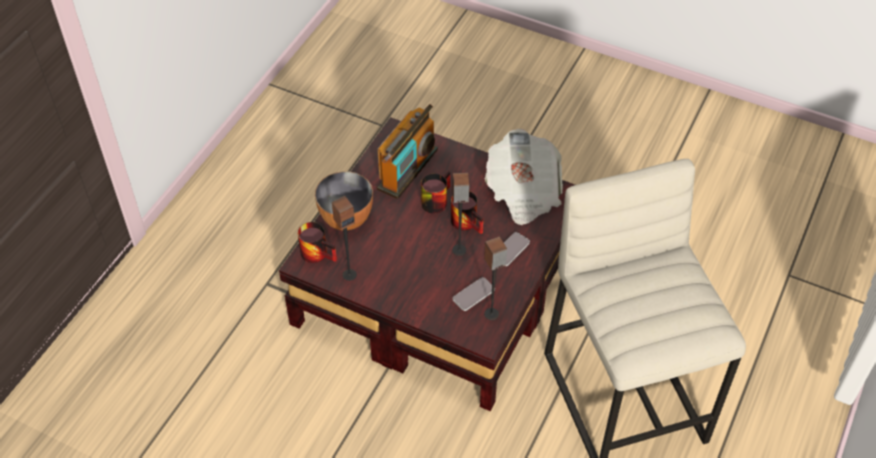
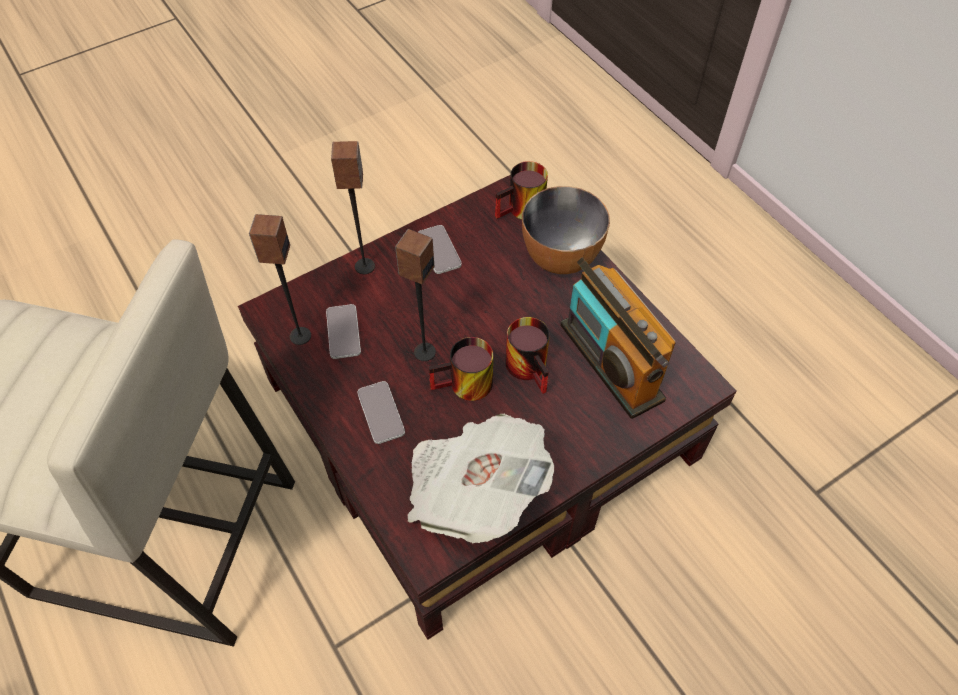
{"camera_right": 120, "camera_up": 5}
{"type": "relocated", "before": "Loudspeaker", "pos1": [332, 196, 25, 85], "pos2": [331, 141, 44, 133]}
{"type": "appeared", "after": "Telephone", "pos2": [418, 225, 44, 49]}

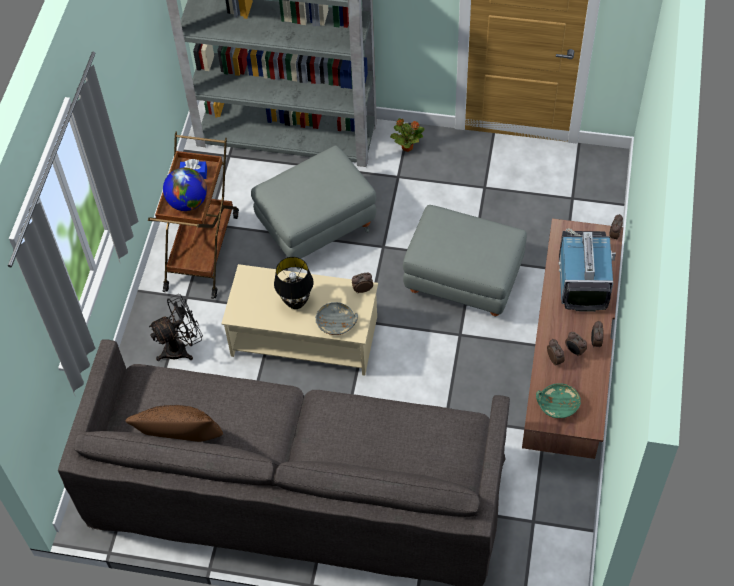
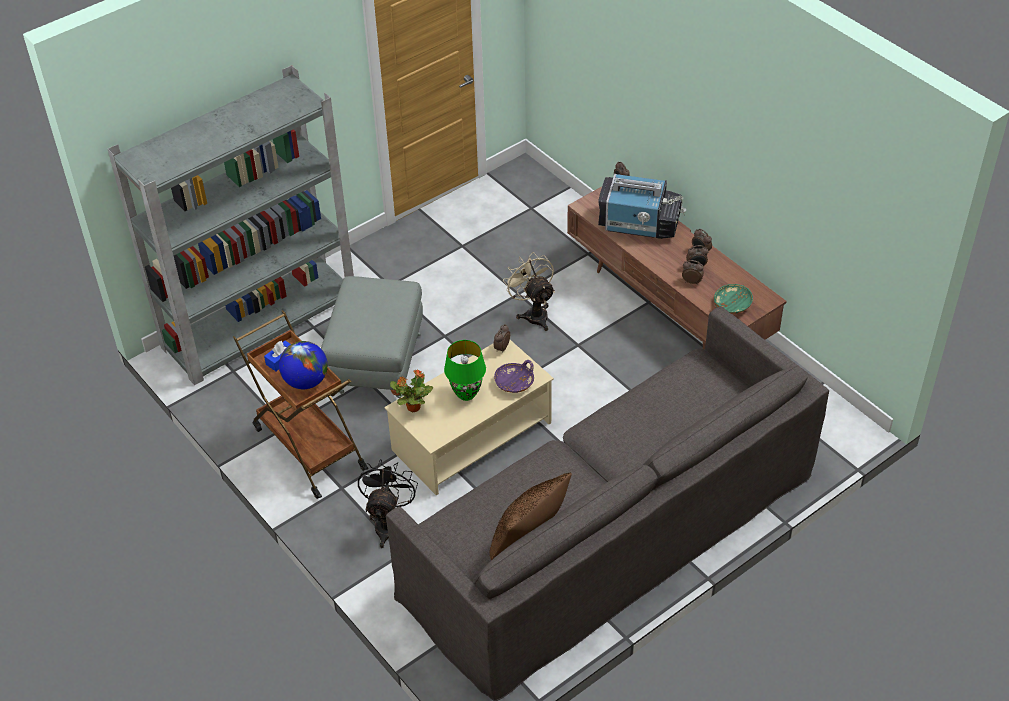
{"camera_right": -50, "camera_up": -10}
{"type": "colour", "before": "BlackTableLamp", "after": "GreenTableLamp", "pos1": [274, 257, 39, 52], "pos2": [444, 340, 42, 61]}
{"type": "colour", "before": "GreyServingBowl", "after": "PurplishServingBowl", "pos1": [315, 302, 43, 33], "pos2": [494, 360, 40, 33]}
{"type": "relocated", "before": "PlantInAPot", "pos1": [390, 118, 35, 34], "pos2": [390, 370, 43, 42]}
{"type": "exchanged", "before": "GreyPouffe", "after": "BeigeColouredFan", "pos1": [403, 205, 124, 112], "pos2": [503, 252, 52, 79]}
{"type": "spun", "before": "TvSet", "pos1": [559, 228, 57, 84], "pos2": [598, 174, 88, 65], "turn": 150}

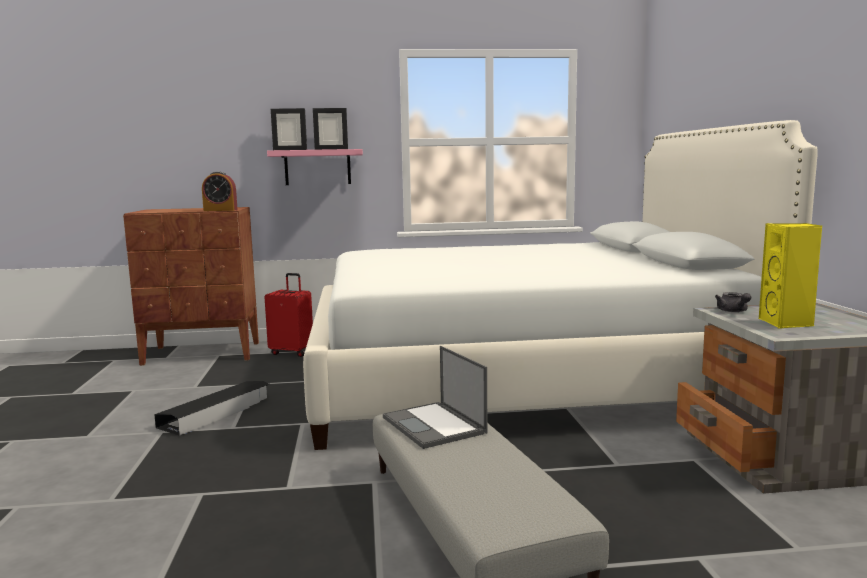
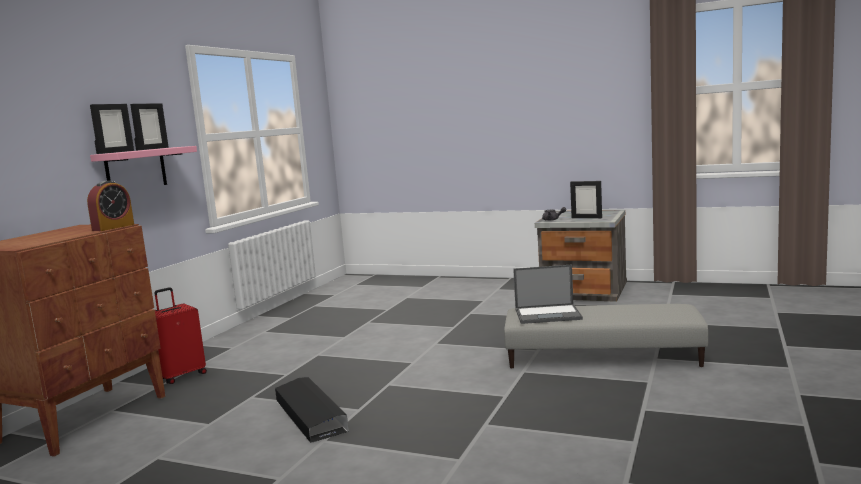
{"camera_right": -60, "camera_up": 0}
{"type": "missing", "before": "WhiteSleepingBed", "pos1": [303, 120, 515, 330]}
{"type": "exchanged", "before": "YellowColouredLoudspeaker", "after": "PhotoFrame", "pos1": [759, 223, 63, 106], "pos2": [570, 181, 32, 37]}

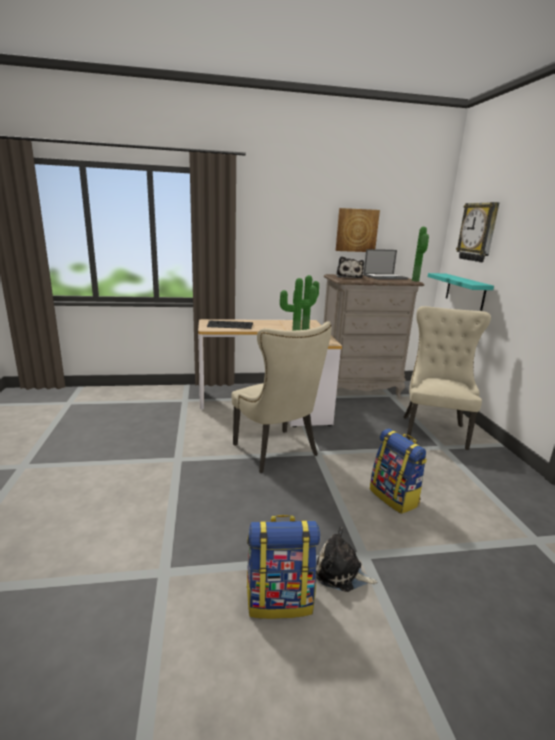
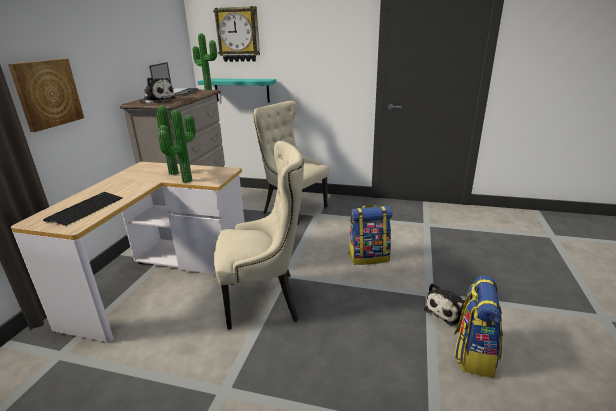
{"camera_right": -65, "camera_up": 5}
{"type": "relocated", "before": "WallArt", "pos1": [336, 208, 44, 44], "pos2": [8, 59, 76, 73]}

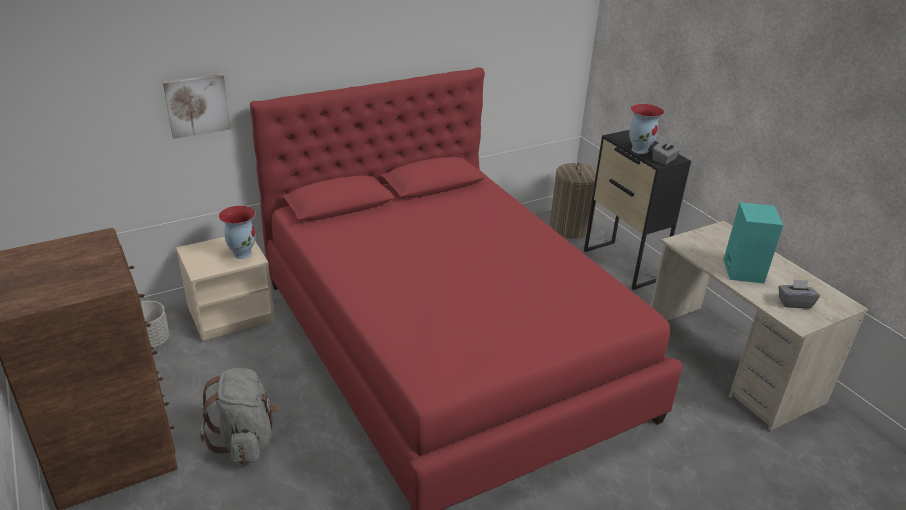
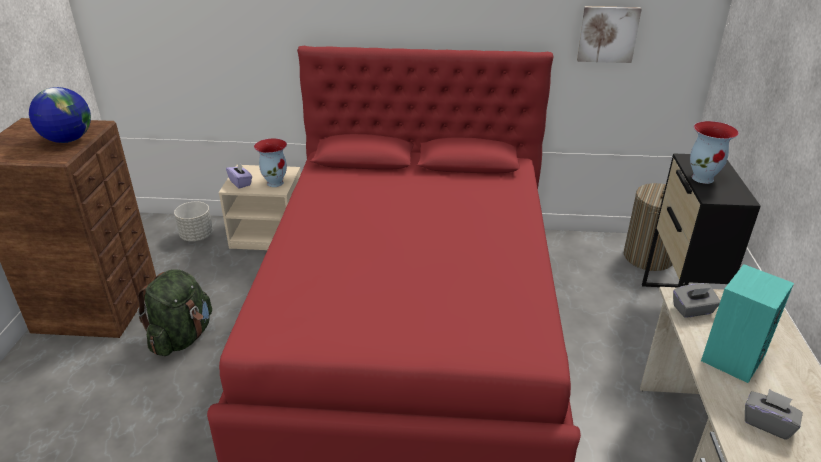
{"camera_right": 35, "camera_up": 0}
{"type": "relocated", "before": "WallArt", "pos1": [163, 74, 68, 65], "pos2": [577, 6, 65, 57]}
{"type": "colour", "before": "GreyBackpack", "after": "GreenBackpack", "pos1": [200, 368, 79, 97], "pos2": [137, 269, 75, 87]}
{"type": "relocated", "before": "GreyTissueBox", "pos1": [653, 140, 28, 25], "pos2": [673, 283, 47, 35]}
{"type": "appeared", "after": "DeskGlobe", "pos2": [29, 87, 62, 56]}
{"type": "appeared", "after": "PurplishTissueBox", "pos2": [226, 162, 26, 27]}

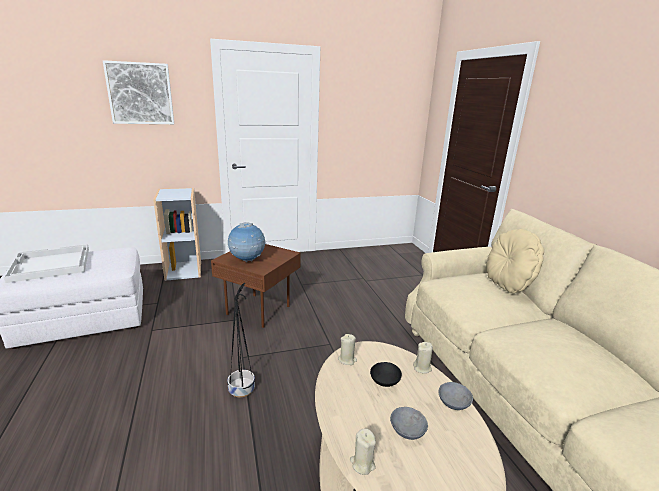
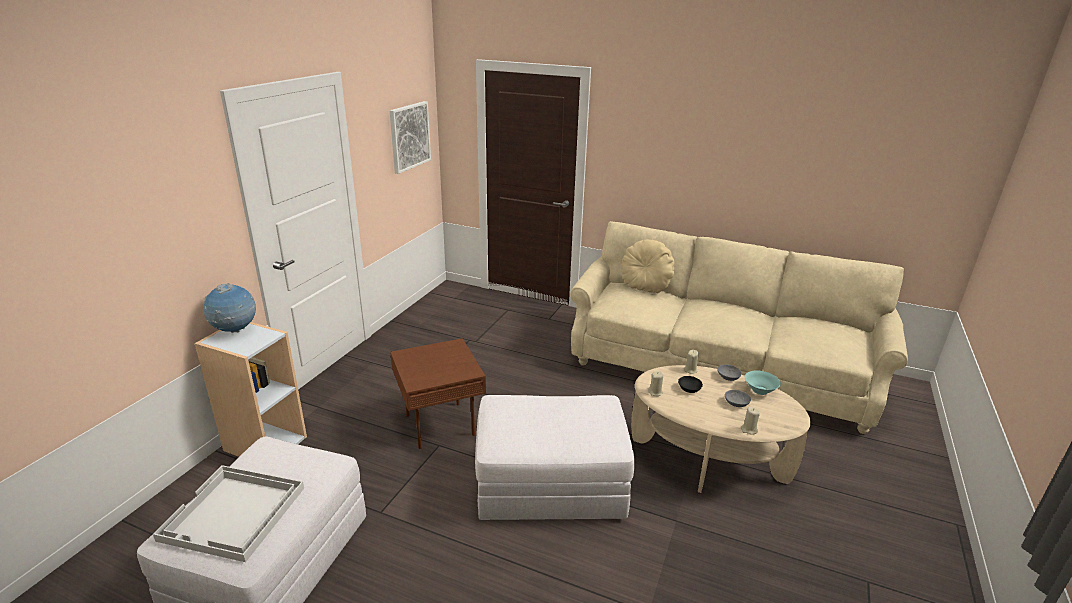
{"camera_right": -50, "camera_up": 5}
{"type": "relocated", "before": "WallArt", "pos1": [103, 60, 71, 64], "pos2": [390, 101, 41, 73]}
{"type": "exchanged", "before": "BlackPlanter", "after": "WhitePouffe", "pos1": [227, 282, 28, 115], "pos2": [475, 395, 160, 125]}
{"type": "relocated", "before": "DeskGlobe", "pos1": [228, 222, 38, 40], "pos2": [203, 283, 53, 50]}
{"type": "appeared", "after": "BlueGreenServingBowl", "pos2": [745, 370, 36, 25]}

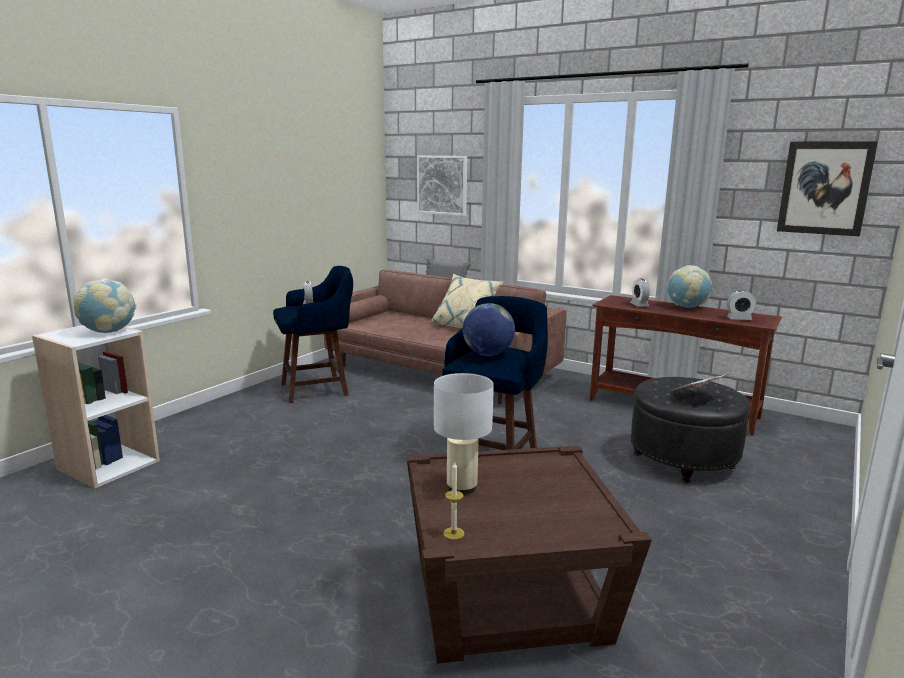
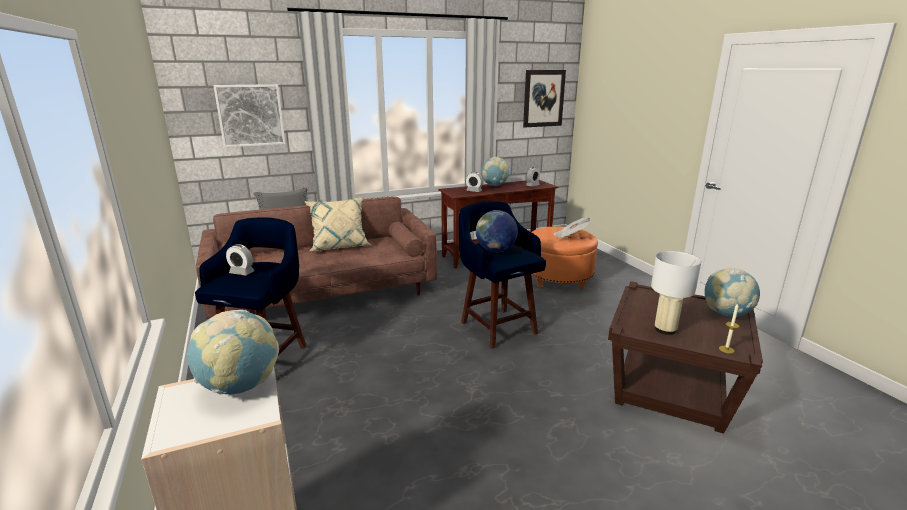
{"camera_right": -55, "camera_up": 5}
{"type": "colour", "before": "BlackPouffe", "after": "OrangeyPouffe", "pos1": [631, 377, 119, 106], "pos2": [531, 227, 67, 62]}
{"type": "appeared", "after": "DeskGlobe", "pos2": [704, 268, 56, 49]}

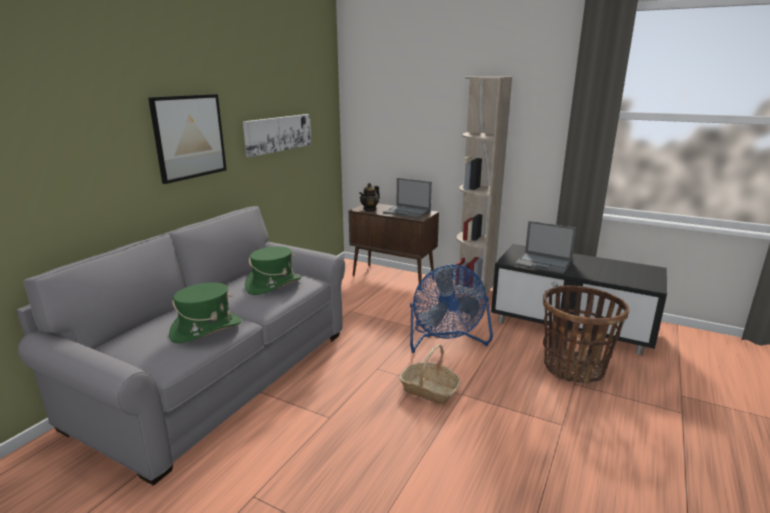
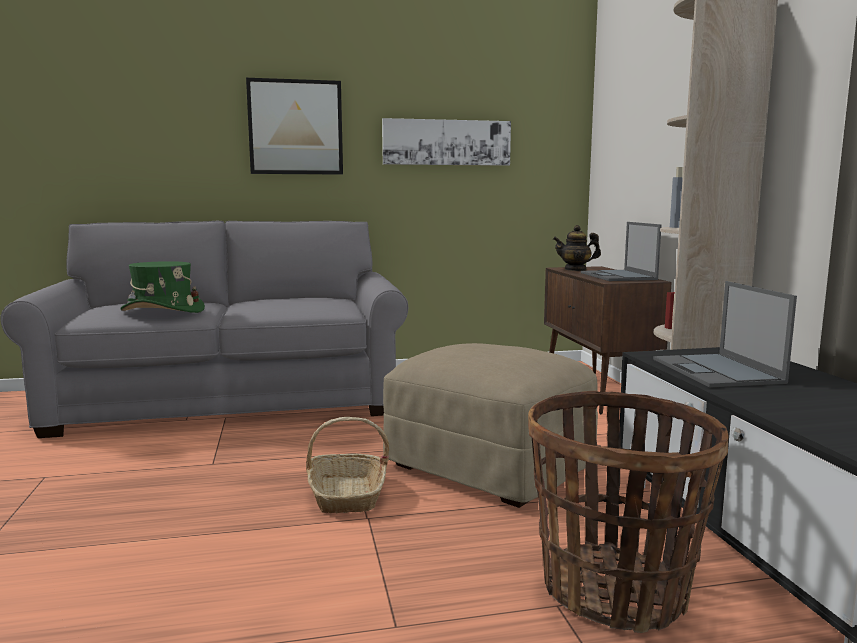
{"camera_right": 50, "camera_up": -10}
{"type": "missing", "before": "GreenClothingHat", "pos1": [245, 246, 56, 49]}
{"type": "exchanged", "before": "BlueColouredFan", "after": "BeigeColouredPouffe", "pos1": [410, 265, 83, 88], "pos2": [383, 343, 215, 165]}

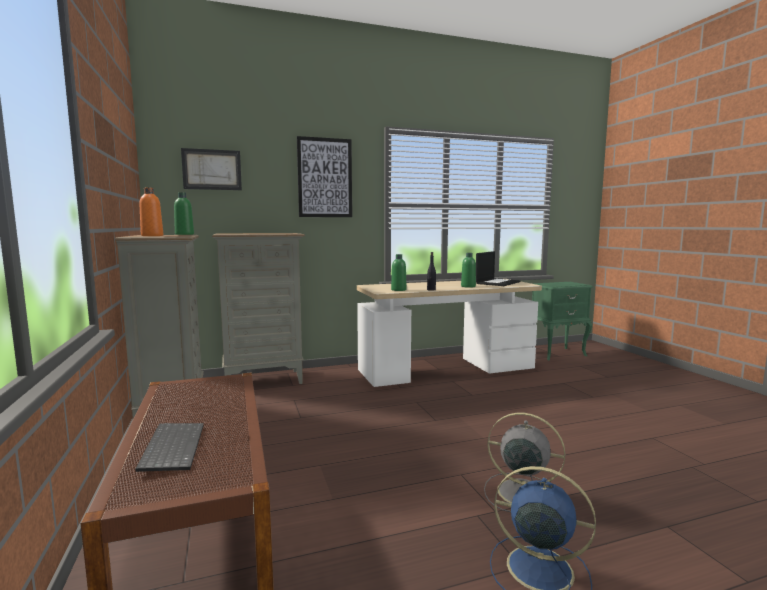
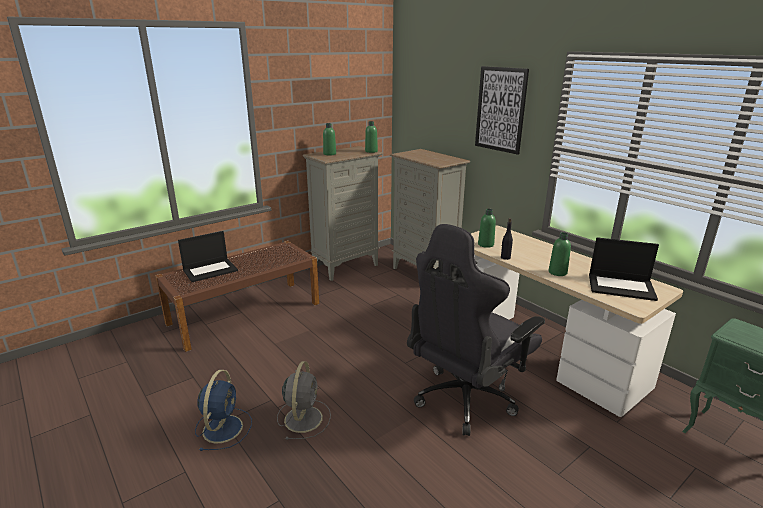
{"camera_right": 70, "camera_up": 15}
{"type": "exchanged", "before": "PcKeyboard", "after": "PortableComputer", "pos1": [135, 423, 69, 49], "pos2": [178, 231, 60, 51]}
{"type": "colour", "before": "OrangeyBottle", "after": "GreenBottle", "pos1": [139, 187, 24, 49], "pos2": [323, 123, 13, 33]}
{"type": "missing", "before": "WallArt", "pos1": [181, 148, 61, 42]}
{"type": "appeared", "after": "BlackOfficeChair", "pos2": [407, 224, 138, 212]}

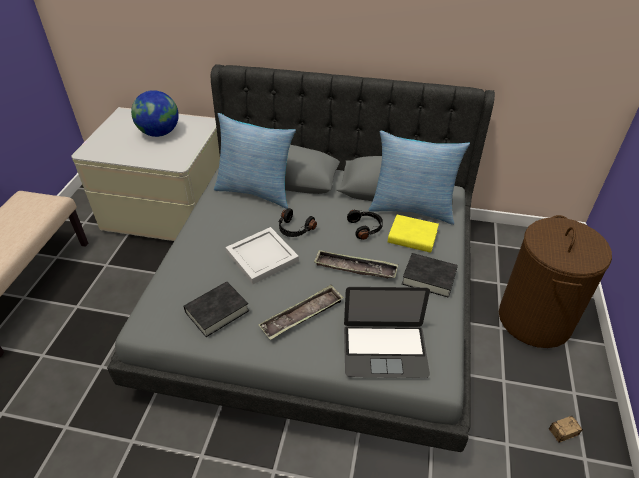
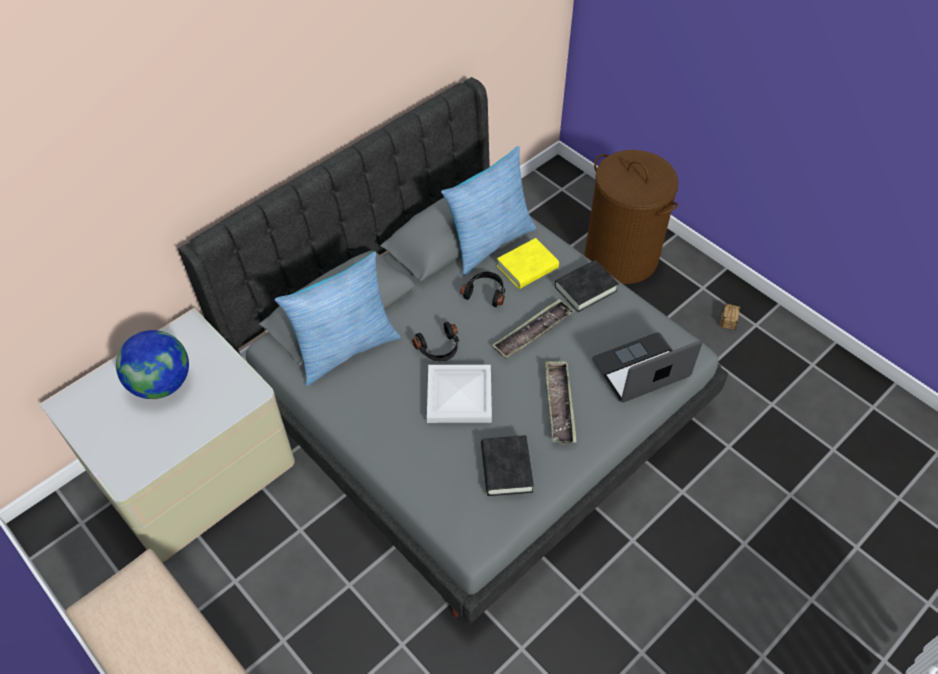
{"camera_right": -55, "camera_up": 10}
{"type": "spun", "before": "PortableComputer", "pos1": [344, 287, 86, 91], "pos2": [592, 332, 111, 70], "turn": -150}

